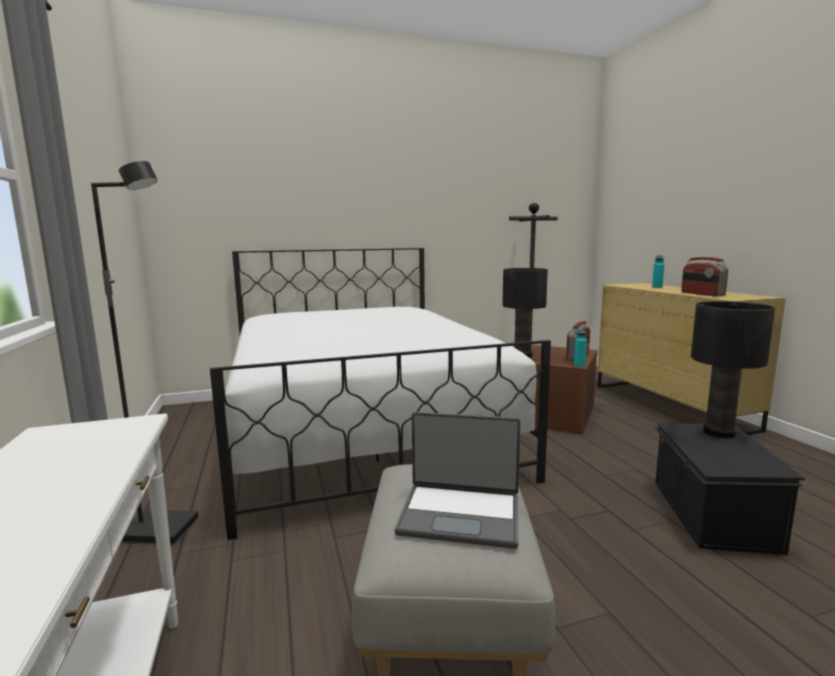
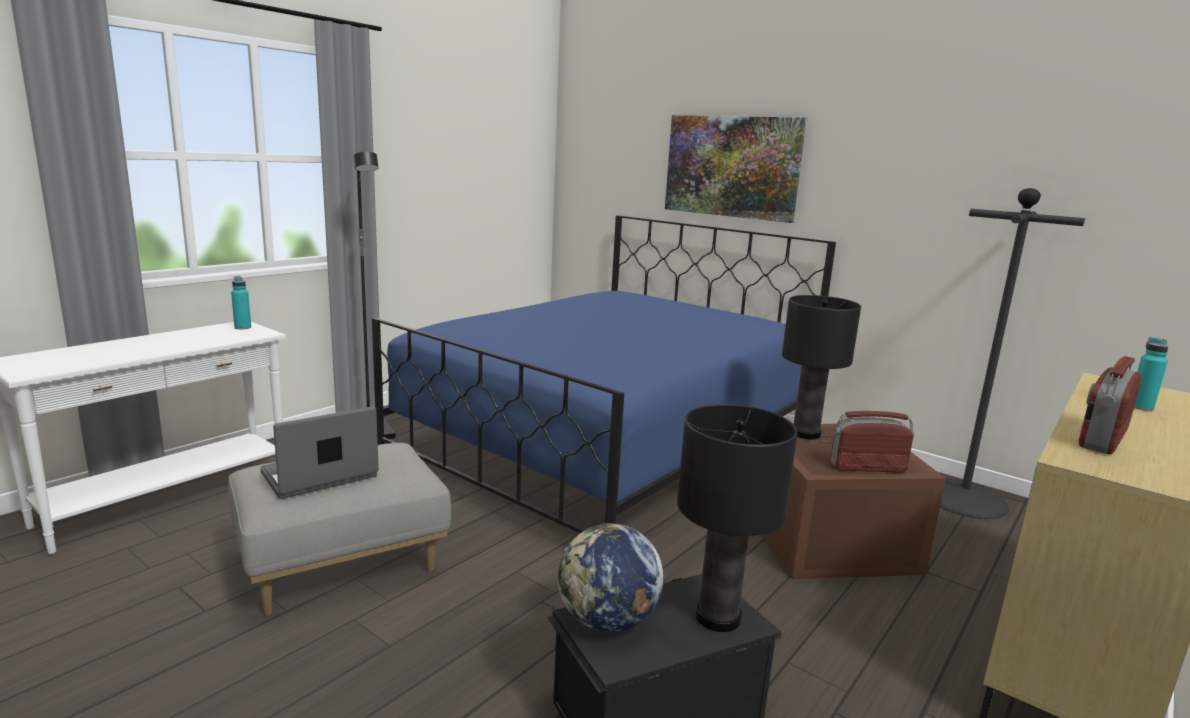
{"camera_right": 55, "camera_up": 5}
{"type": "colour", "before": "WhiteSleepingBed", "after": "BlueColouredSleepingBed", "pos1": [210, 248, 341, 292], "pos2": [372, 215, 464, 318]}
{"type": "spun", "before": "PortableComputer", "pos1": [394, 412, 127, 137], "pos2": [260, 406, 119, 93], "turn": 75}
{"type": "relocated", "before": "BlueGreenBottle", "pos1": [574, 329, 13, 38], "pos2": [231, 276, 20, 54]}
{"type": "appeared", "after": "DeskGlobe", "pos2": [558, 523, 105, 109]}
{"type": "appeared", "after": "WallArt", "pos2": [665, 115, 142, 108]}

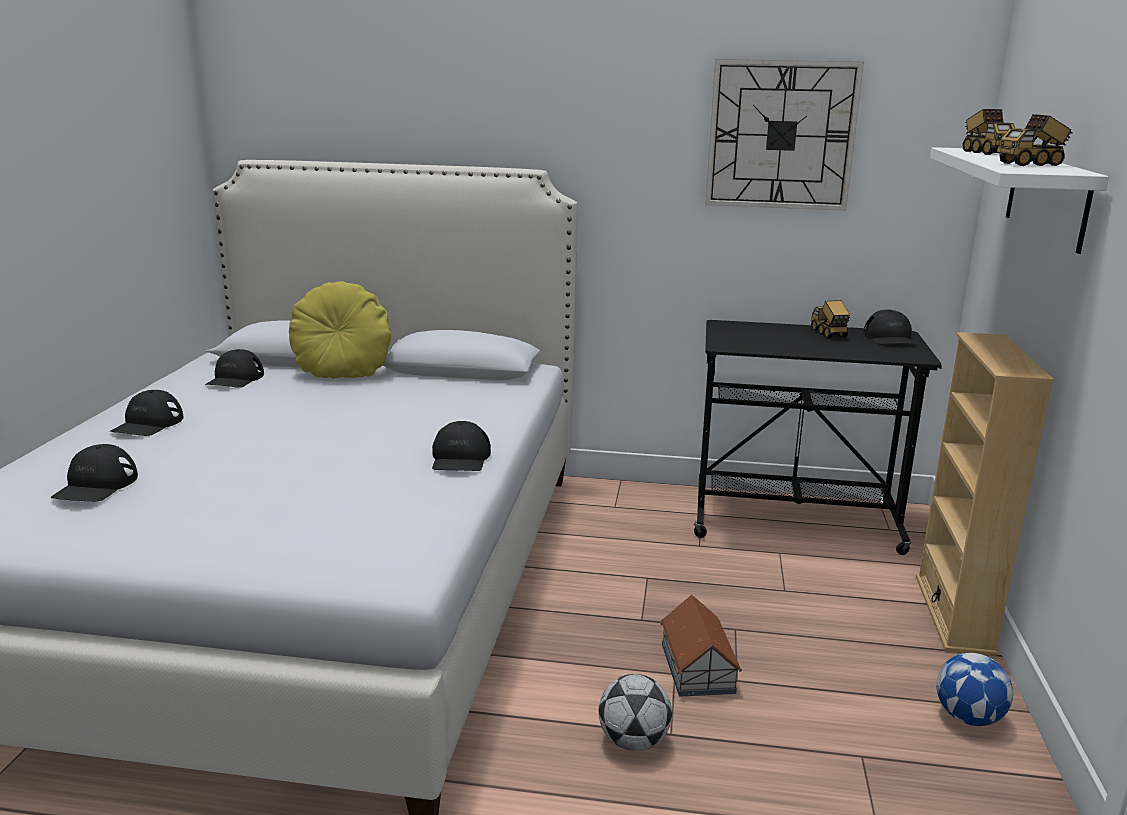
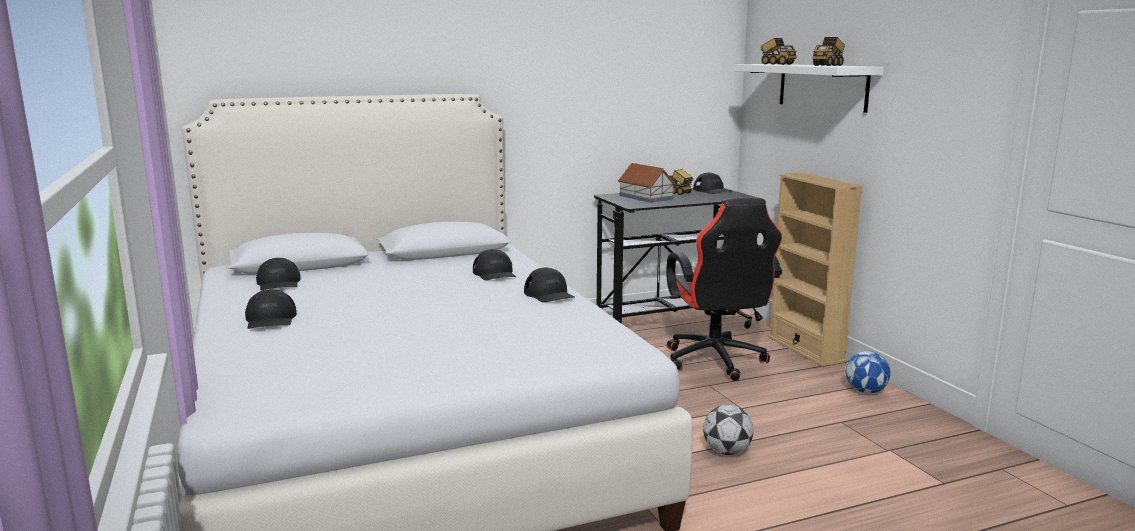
{"camera_right": -30, "camera_up": -5}
{"type": "relocated", "before": "BlackCap", "pos1": [50, 444, 88, 58], "pos2": [473, 249, 43, 31]}
{"type": "missing", "before": "YellowColouredCushion", "pos1": [289, 281, 102, 98]}
{"type": "relocated", "before": "ToyHouse", "pos1": [660, 595, 82, 101], "pos2": [618, 163, 58, 40]}
{"type": "missing", "before": "WallClock", "pos1": [705, 59, 159, 152]}
{"type": "appeared", "after": "BlackOfficeChair", "pos2": [666, 197, 116, 184]}

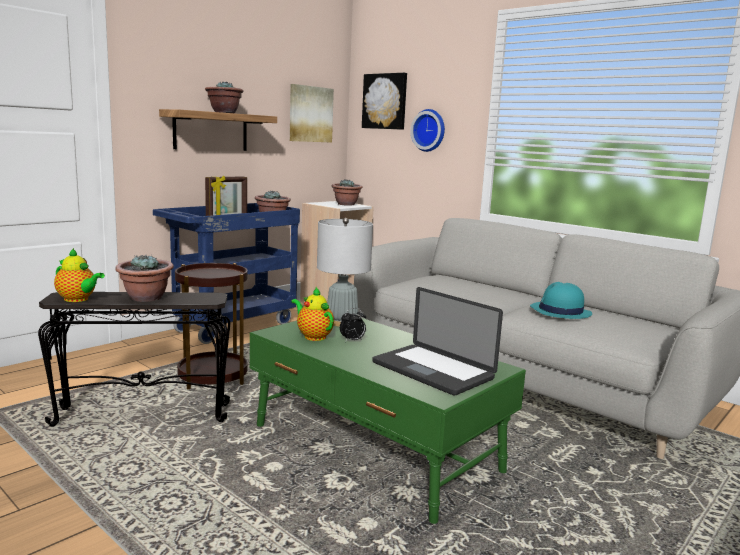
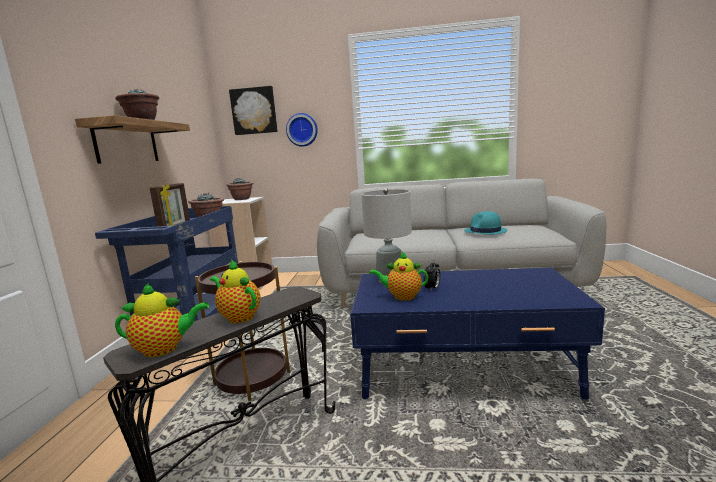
{"camera_right": -35, "camera_up": 0}
{"type": "exchanged", "before": "PlantInAPot", "after": "Teapot", "pos1": [115, 255, 59, 47], "pos2": [210, 259, 51, 65]}
{"type": "colour", "before": "GreenLoungeTable", "after": "BlueColouredLoungeTable", "pos1": [249, 318, 277, 206], "pos2": [350, 268, 255, 132]}
{"type": "missing", "before": "WallArt", "pos1": [290, 84, 44, 59]}
{"type": "missing", "before": "PortableComputer", "pos1": [373, 287, 130, 108]}

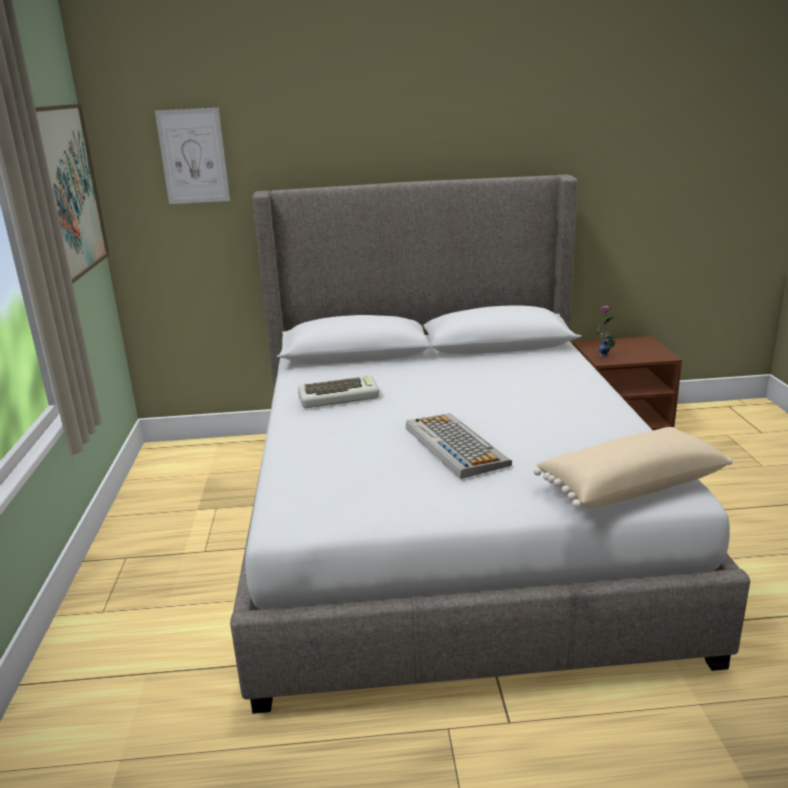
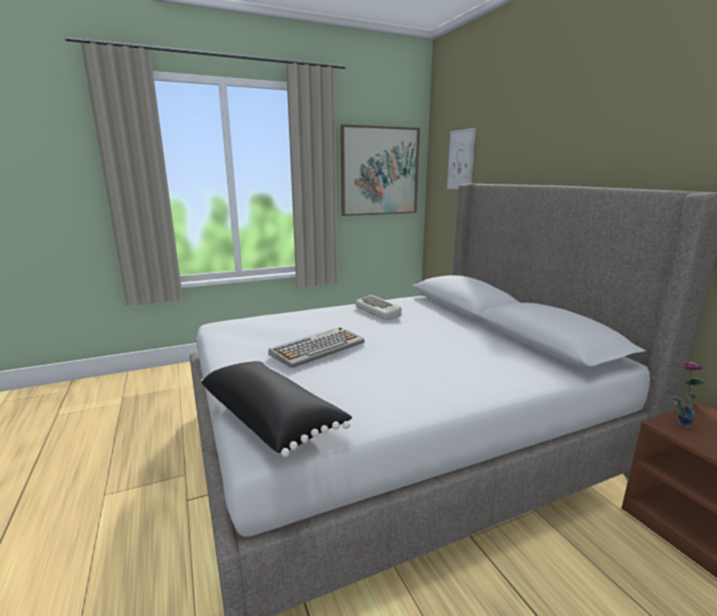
{"camera_right": 70, "camera_up": -5}
{"type": "colour", "before": "BeigeColouredCushion", "after": "BlackCushion", "pos1": [534, 427, 199, 81], "pos2": [201, 361, 151, 96]}

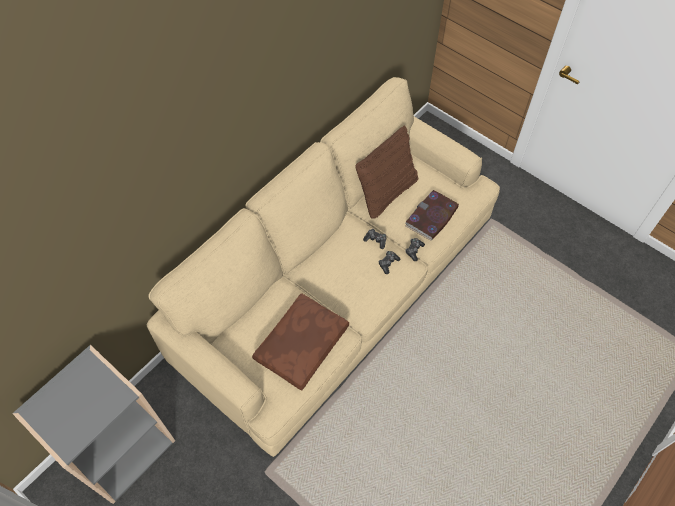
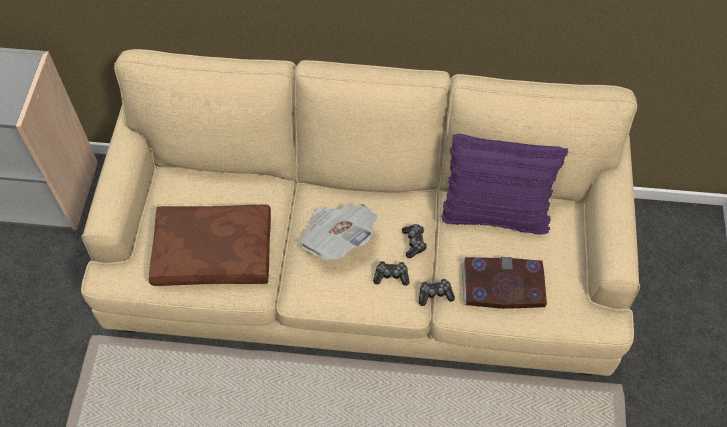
{"camera_right": 55, "camera_up": 0}
{"type": "colour", "before": "BrownishCushion", "after": "PurplishCushion", "pos1": [355, 126, 64, 93], "pos2": [441, 134, 127, 100]}
{"type": "appeared", "after": "Newspaper", "pos2": [298, 204, 80, 56]}

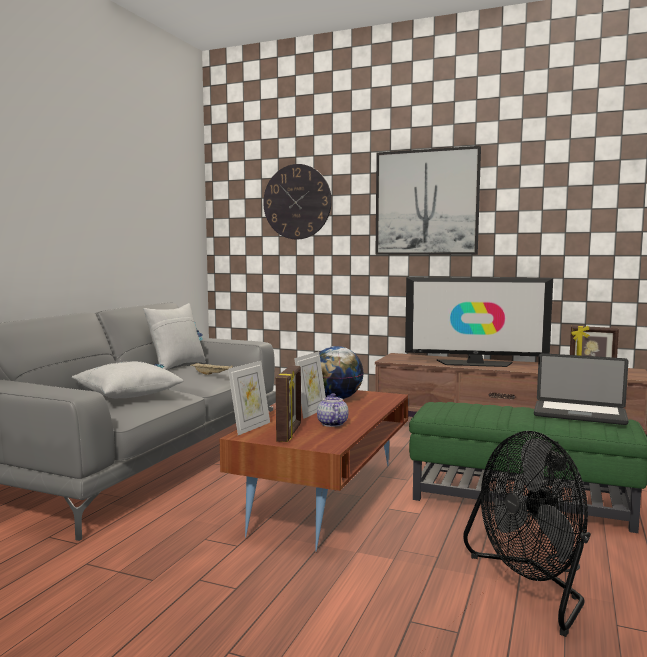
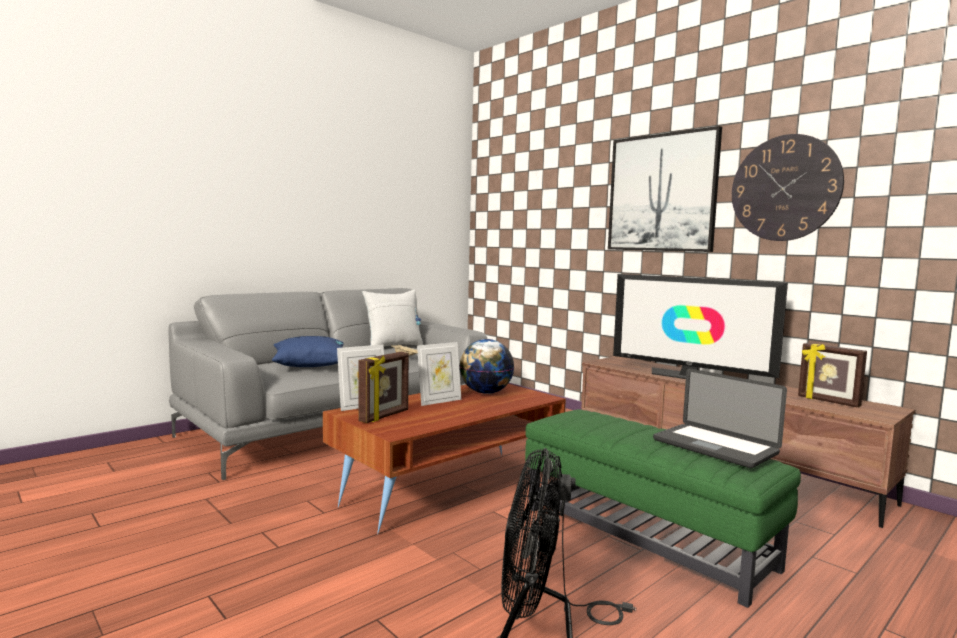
{"camera_right": 25, "camera_up": 0}
{"type": "colour", "before": "GreyCushion", "after": "BlueColouredCushion", "pos1": [72, 361, 112, 37], "pos2": [272, 336, 72, 31]}
{"type": "relocated", "before": "WallClock", "pos1": [263, 164, 69, 75], "pos2": [732, 134, 112, 107]}
{"type": "missing", "before": "Teapot", "pos1": [317, 393, 32, 34]}

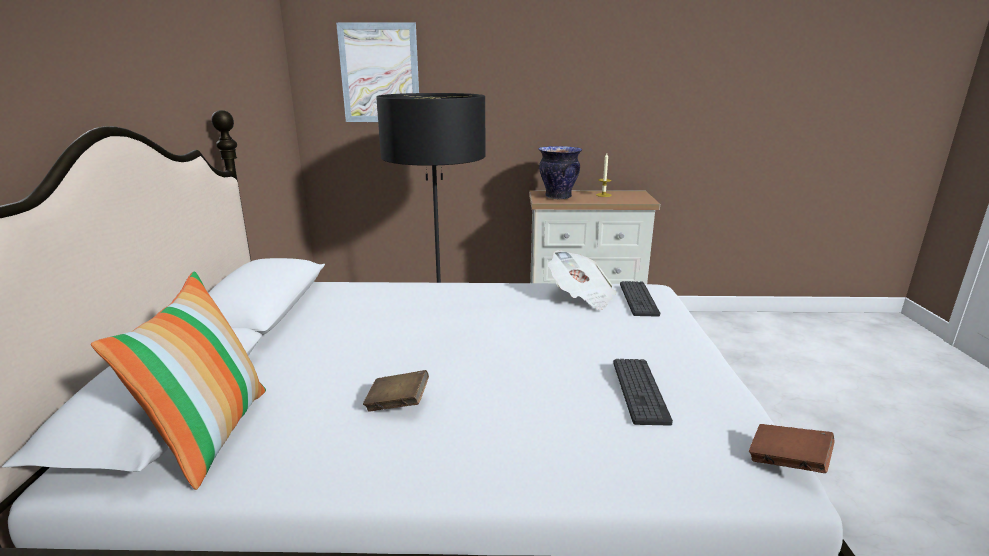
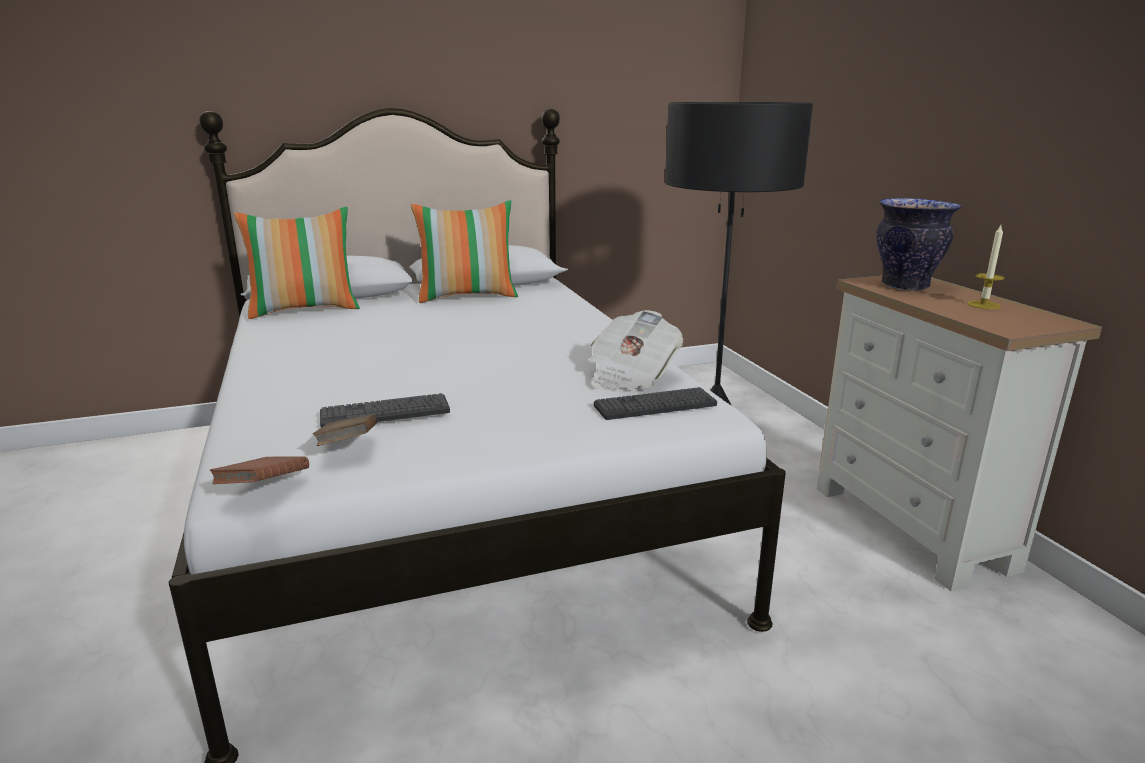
{"camera_right": 70, "camera_up": 0}
{"type": "missing", "before": "WallArt", "pos1": [336, 23, 83, 99]}
{"type": "relocated", "before": "BrownishBoundBook", "pos1": [363, 370, 66, 42], "pos2": [313, 414, 64, 32]}
{"type": "appeared", "after": "Cushion", "pos2": [411, 200, 107, 103]}

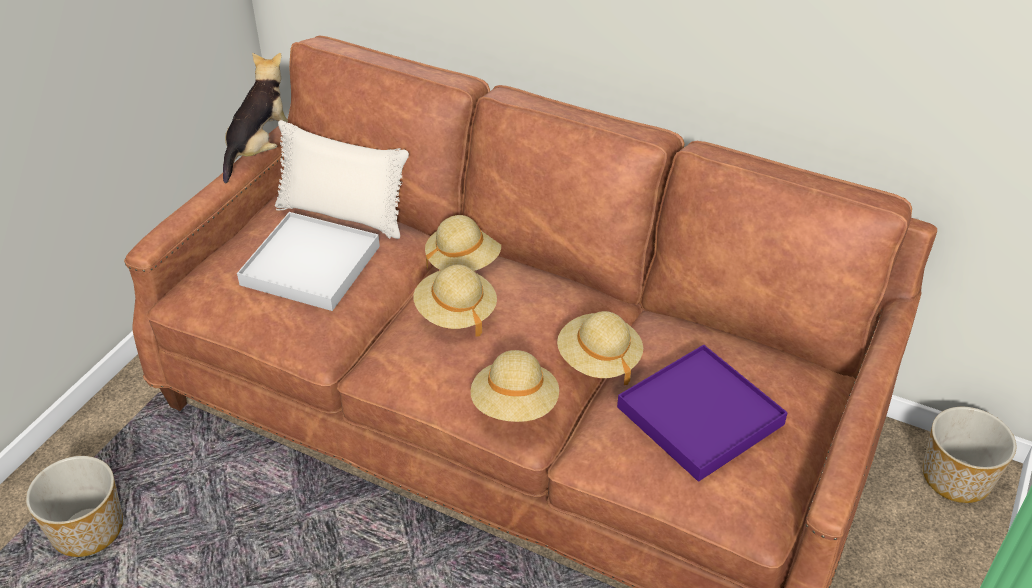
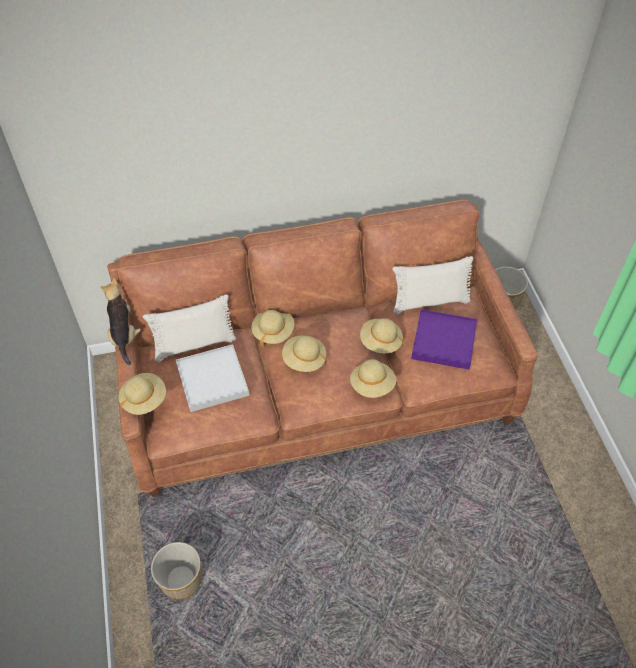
{"camera_right": -40, "camera_up": 10}
{"type": "appeared", "after": "BeigeColouredClothingHat", "pos2": [118, 373, 48, 42]}
{"type": "appeared", "after": "WhiteCushion", "pos2": [392, 256, 82, 58]}

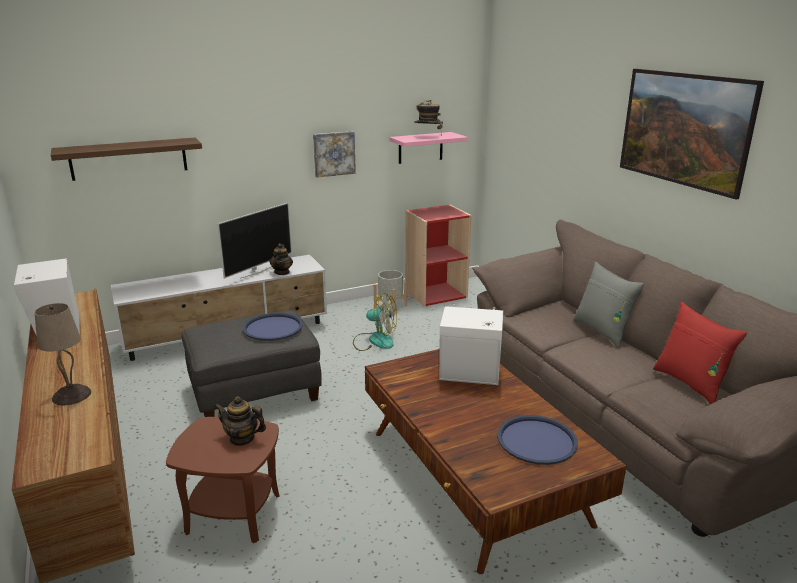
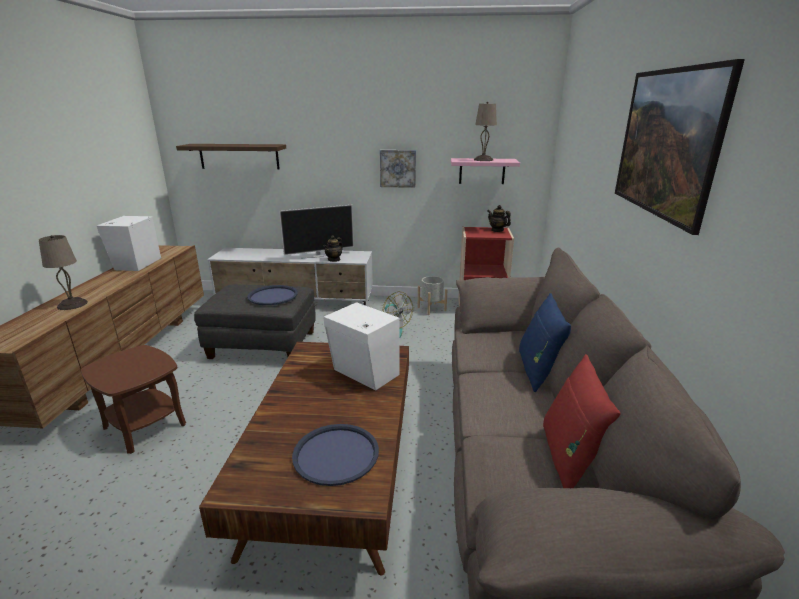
{"camera_right": 30, "camera_up": 0}
{"type": "relocated", "before": "Teapot", "pos1": [215, 396, 51, 50], "pos2": [488, 205, 23, 27]}
{"type": "exchanged", "before": "ClothingHat", "after": "BeigeColouredTableLamp", "pos1": [414, 100, 29, 29], "pos2": [474, 102, 23, 59]}
{"type": "colour", "before": "GreyCushion", "after": "BlueColouredCushion", "pos1": [573, 262, 71, 86], "pos2": [519, 293, 52, 99]}

